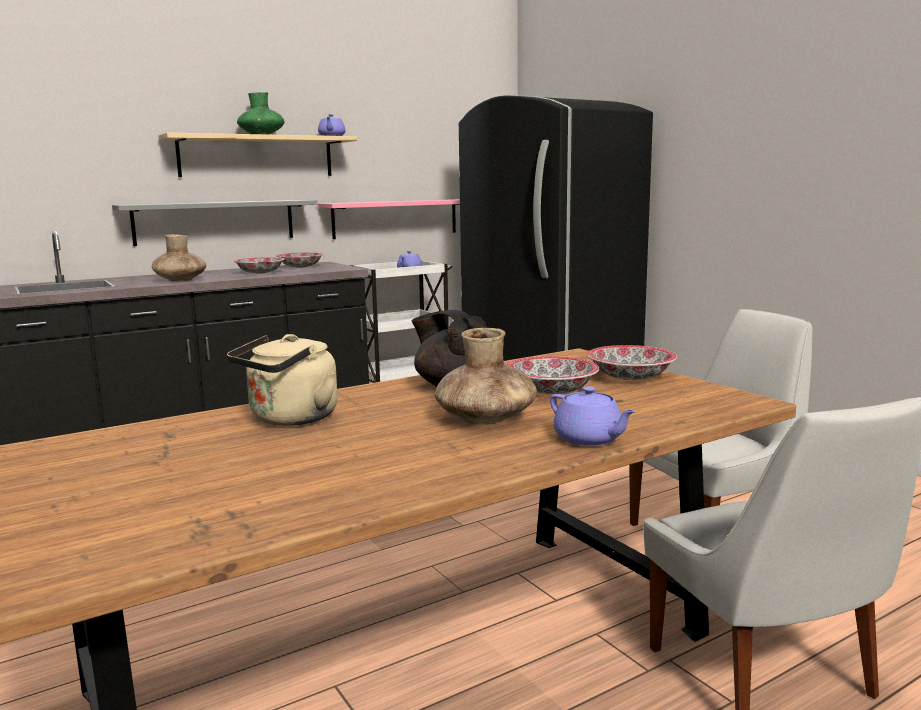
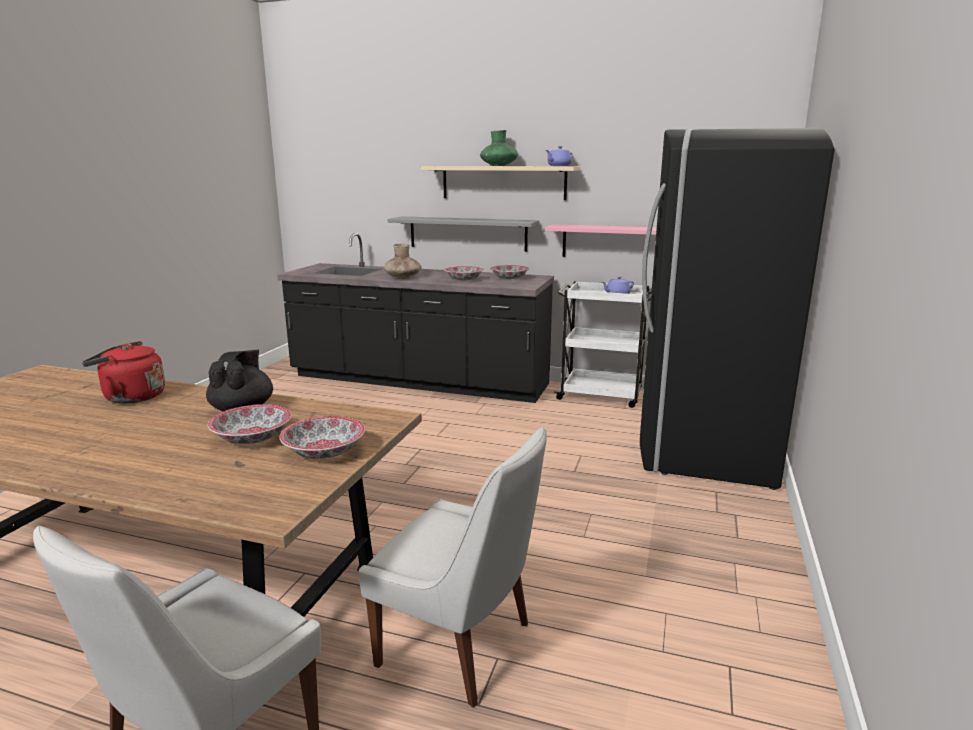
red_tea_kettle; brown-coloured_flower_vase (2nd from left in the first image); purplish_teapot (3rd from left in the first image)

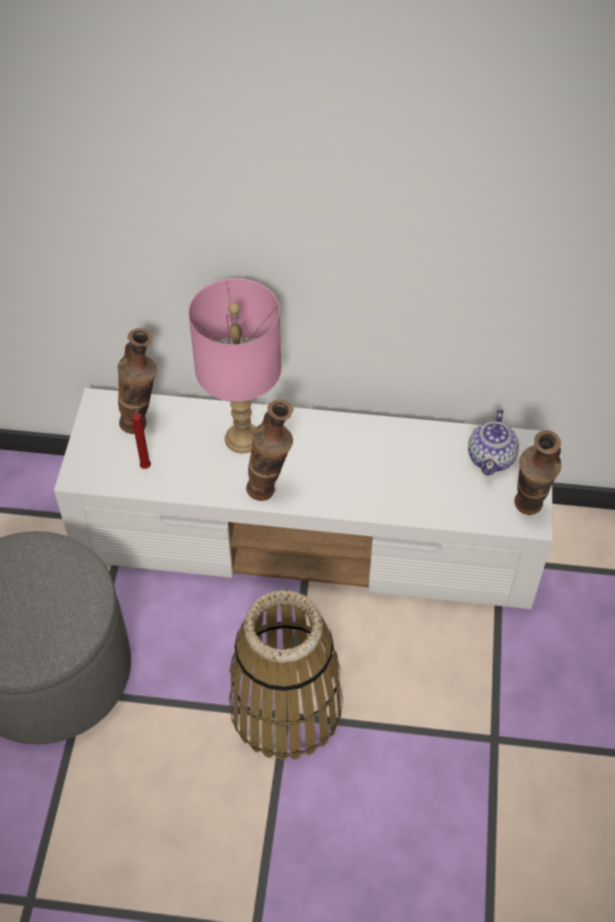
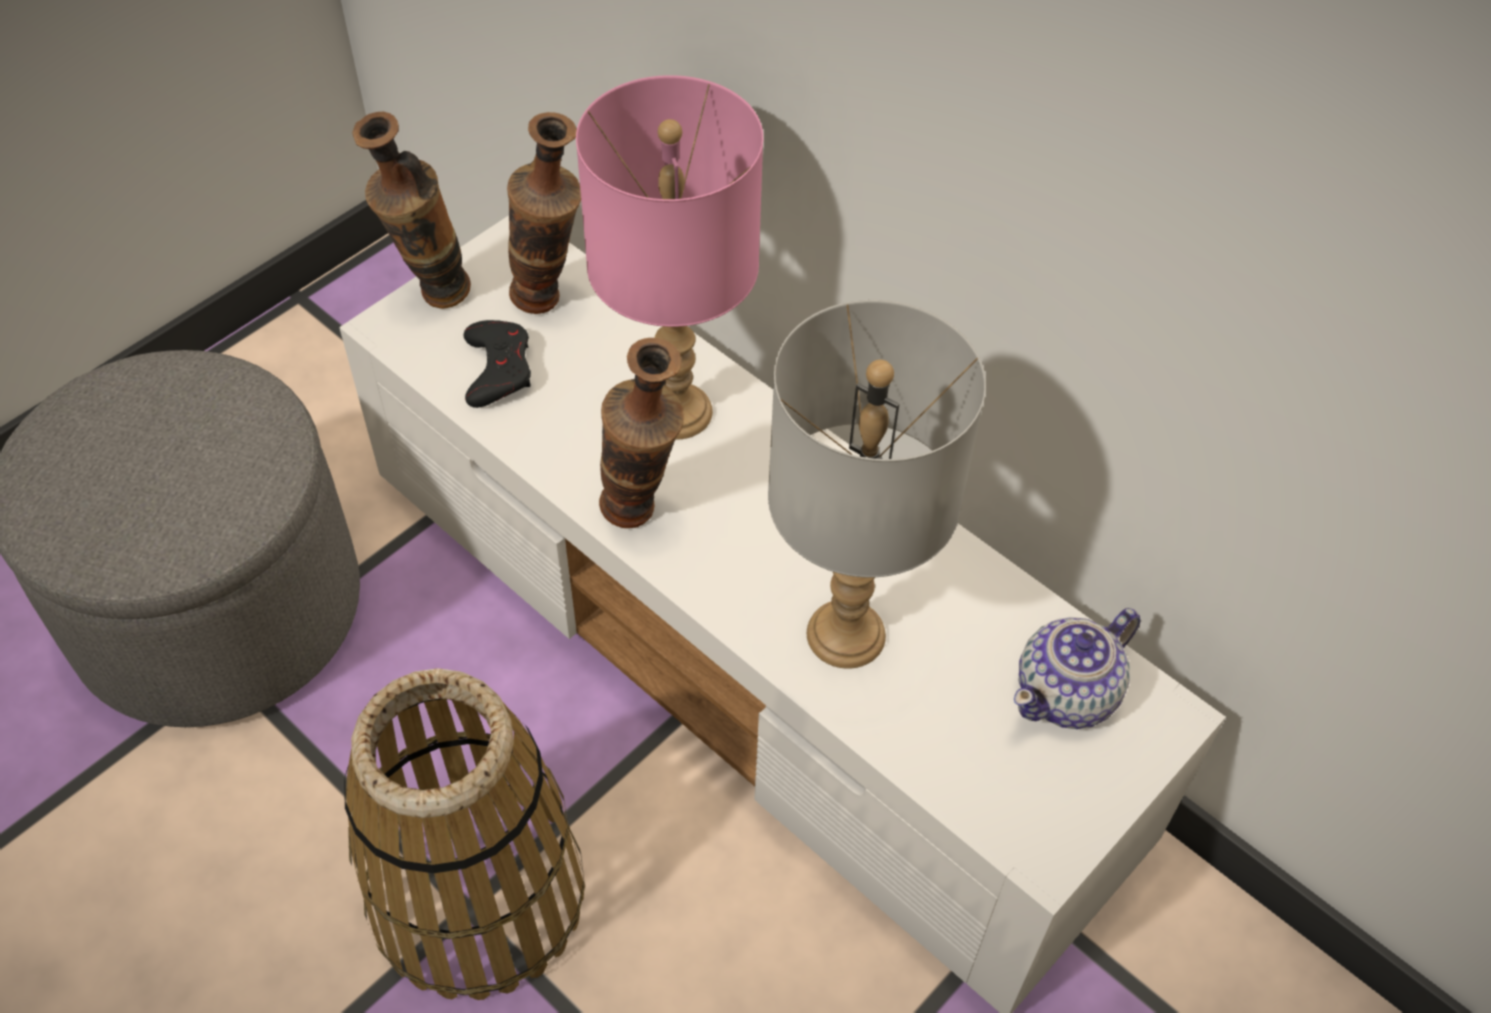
flower_vase (1st from left); blackish_joypad; greyish_table_lamp

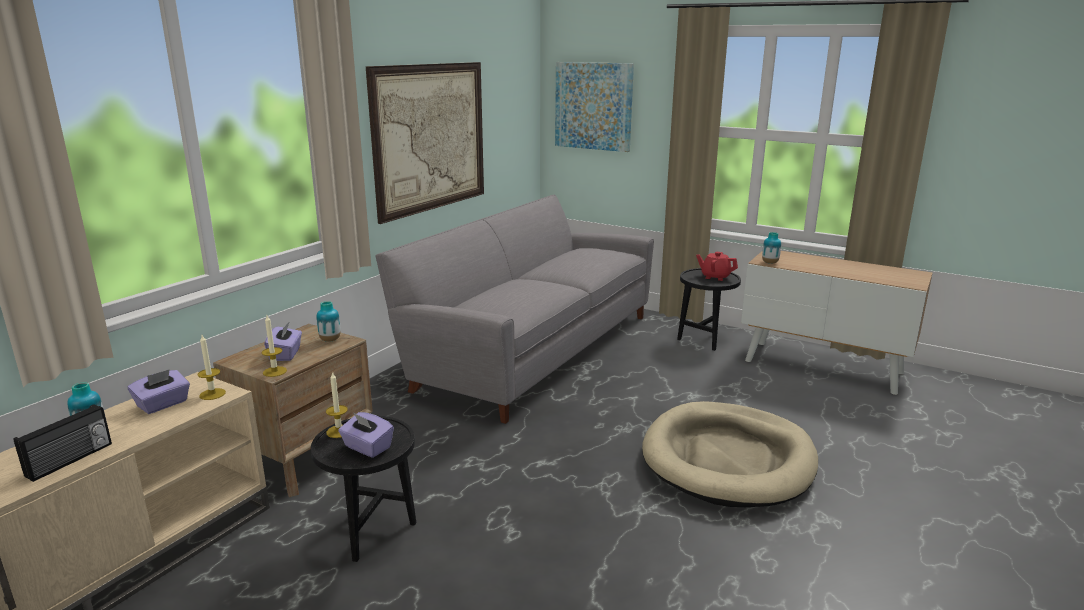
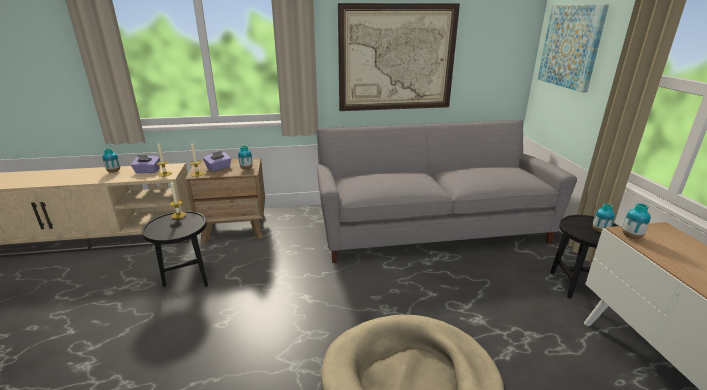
flower_vase (3rd from left); radio; purplish_tissue_holder (3rd from left in the first image)

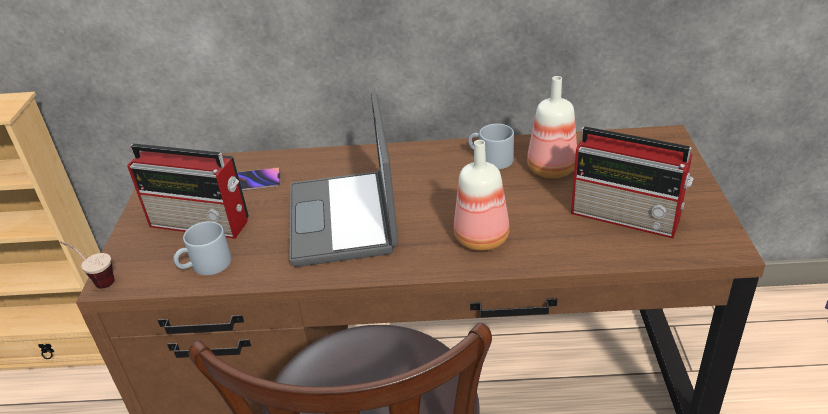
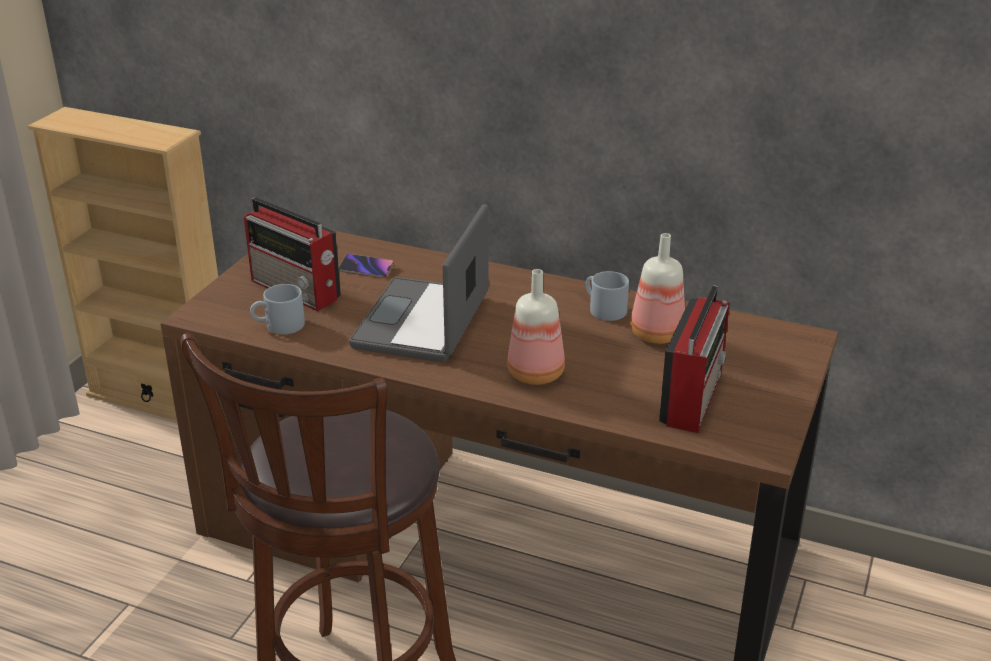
radio (2nd from left); cup

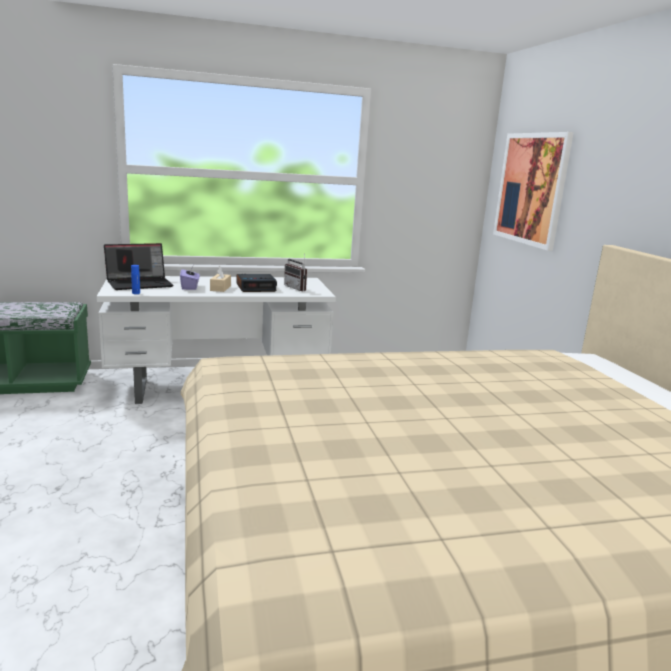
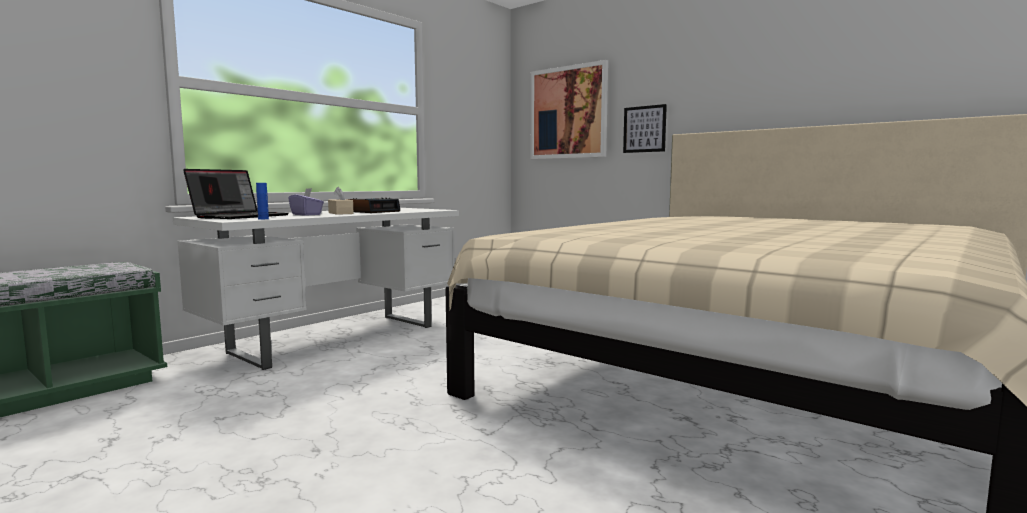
picture (2nd from left); radio

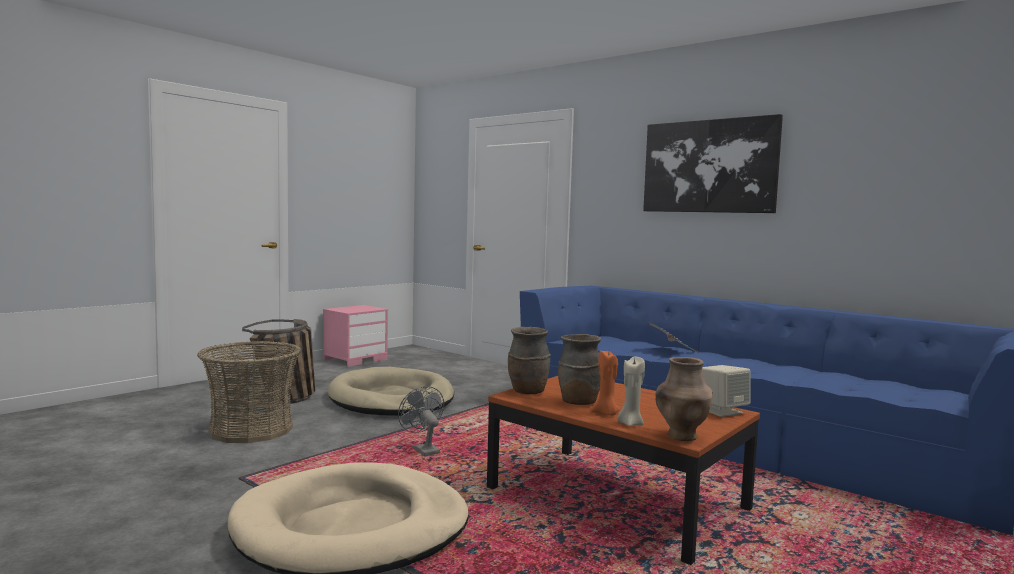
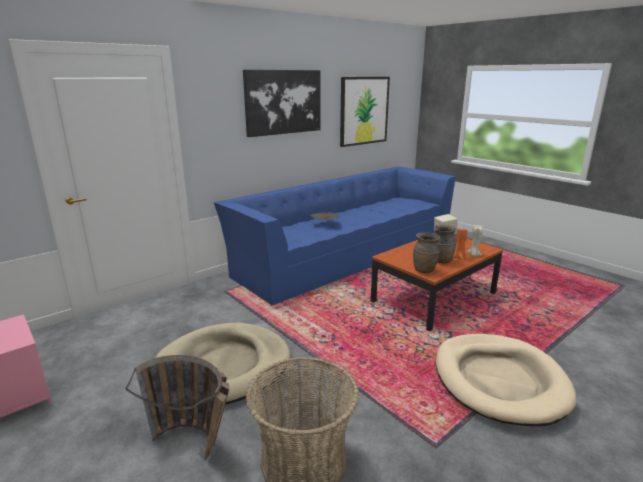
picture (2nd from left); greyish_cooling_fan; brown-coloured_flower_vase (3rd from left in the first image)

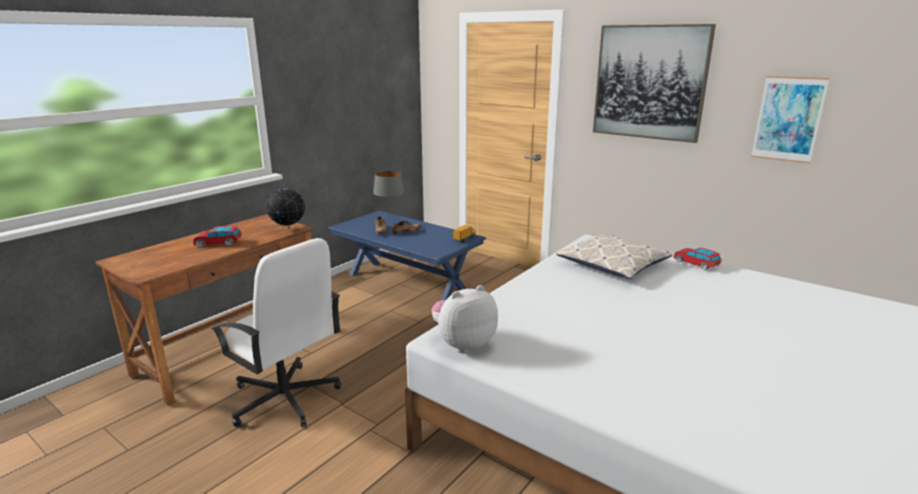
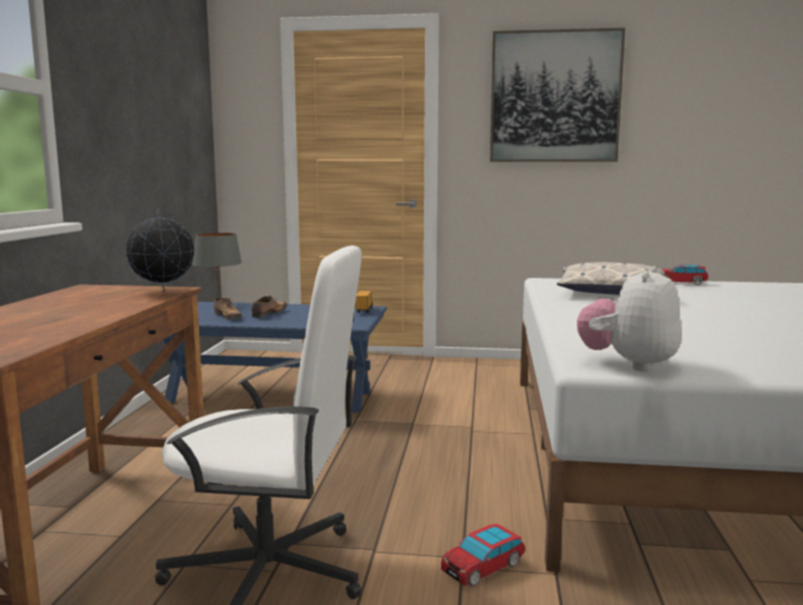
toy_car (1st from left); picture (2nd from left in the first image)

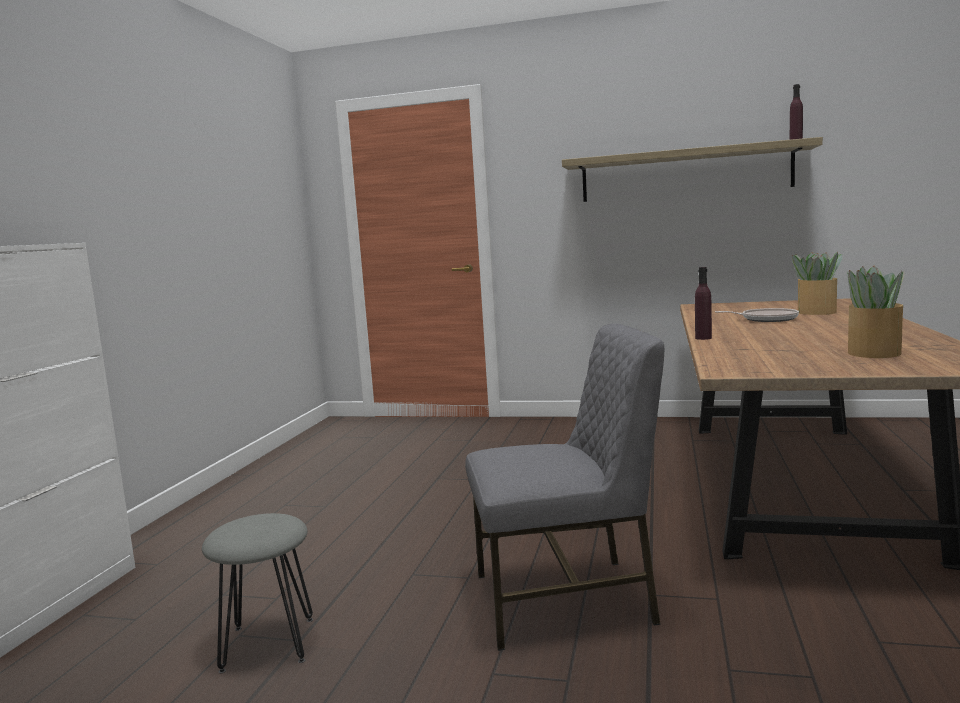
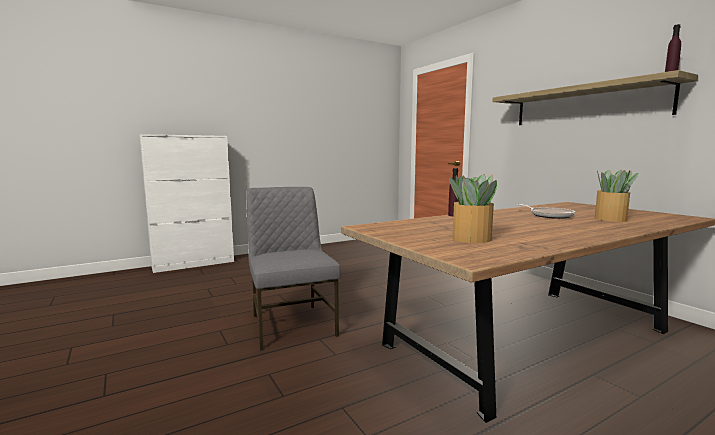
greyish_chair; greyish_stool_seat

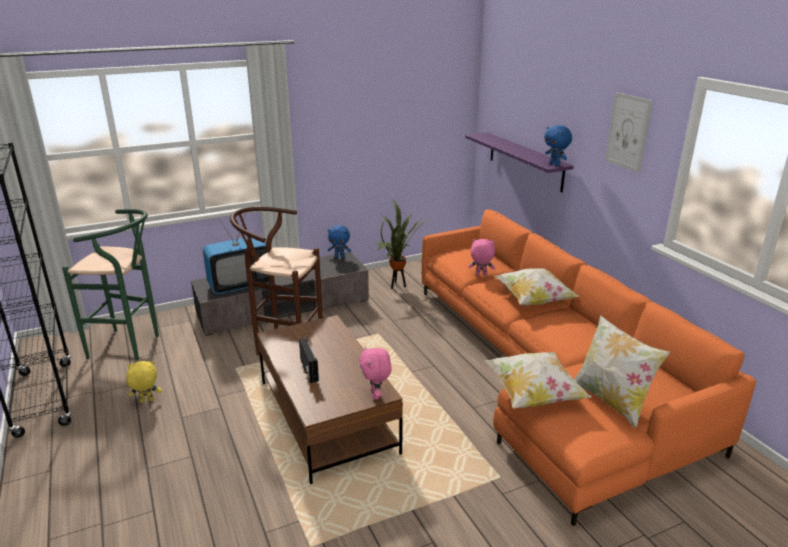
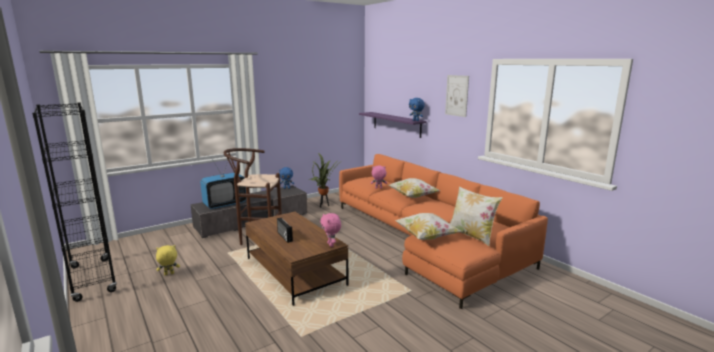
greenish_stool_seat

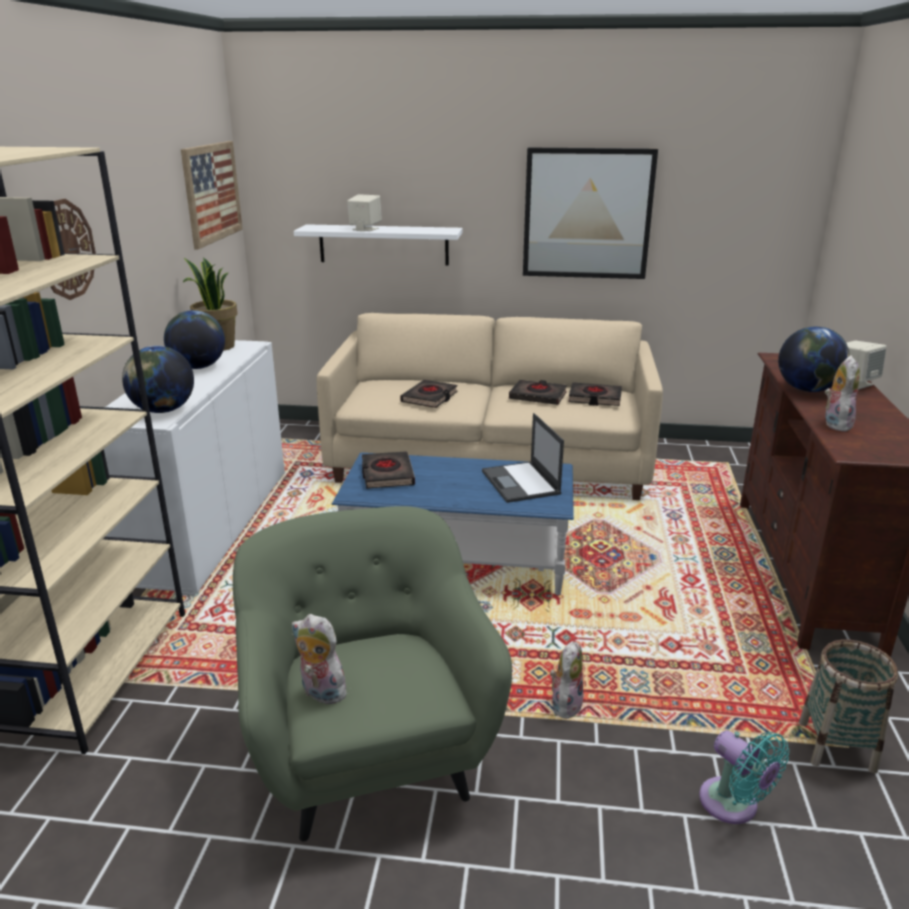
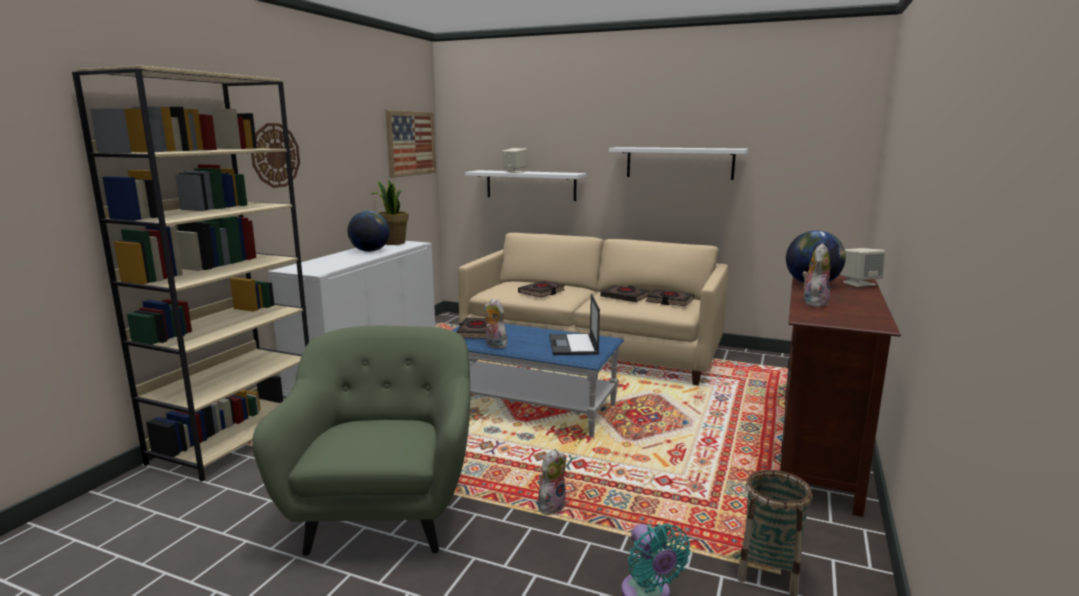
soft_toy (1st from left); white-coloured_bracket_shelf (2nd from left); world_globe (1st from left in the first image)

